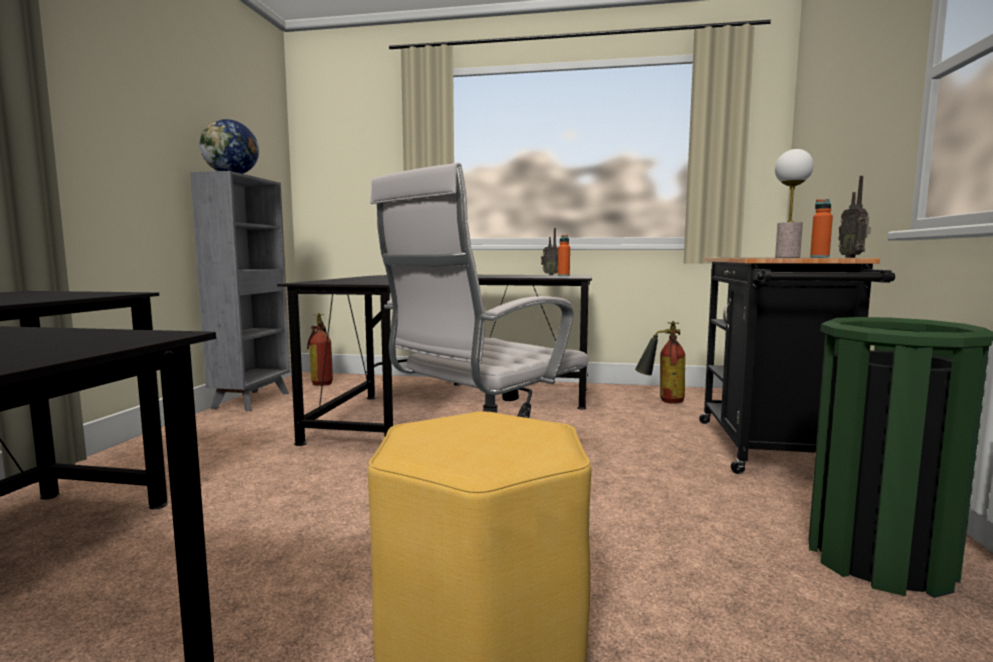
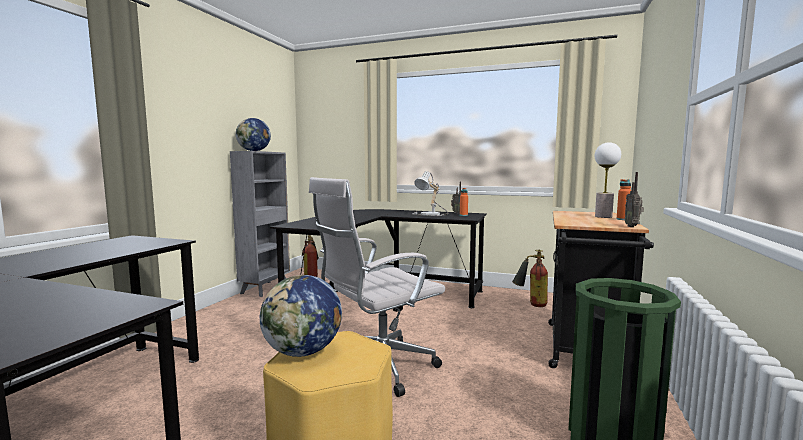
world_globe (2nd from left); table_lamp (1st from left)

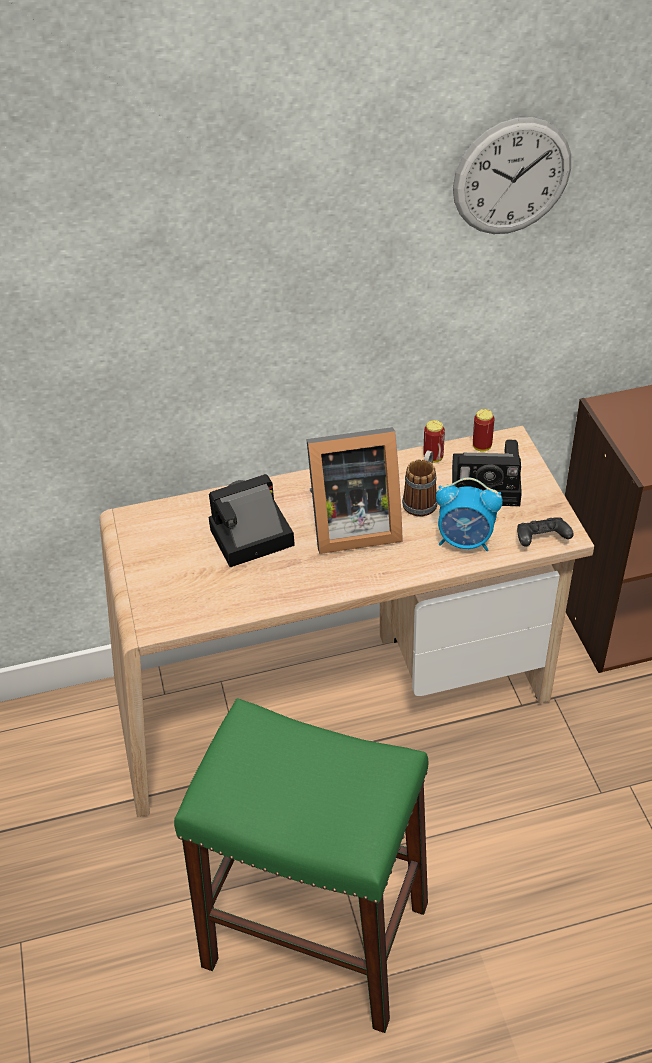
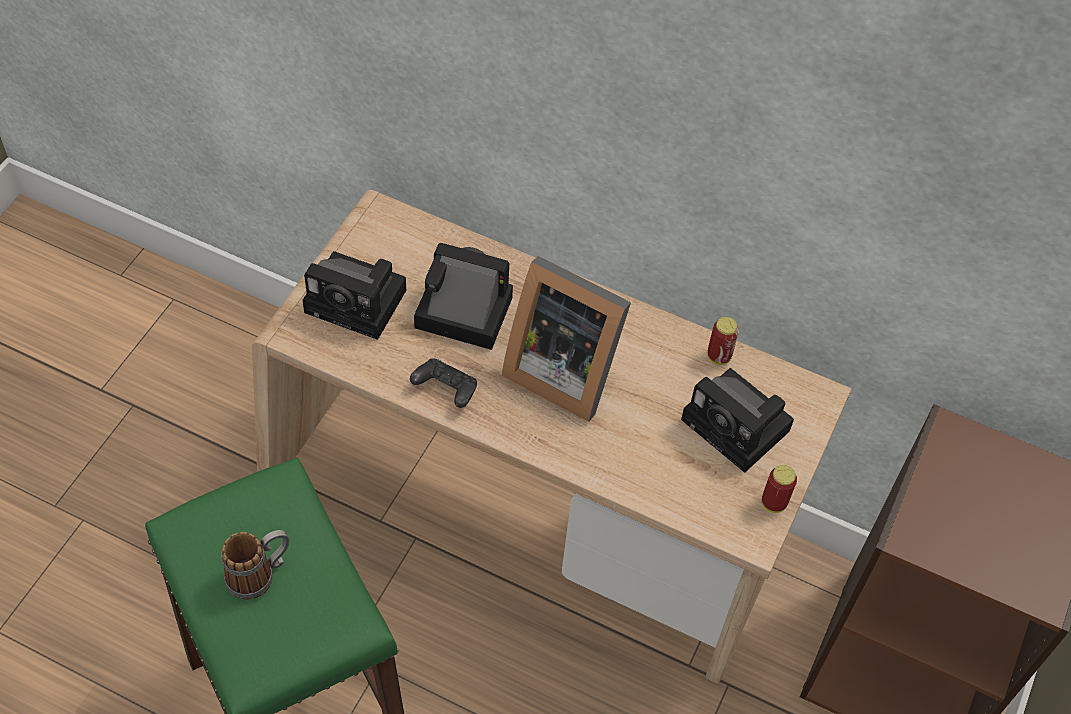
tea_mug; still_camera (1st from left); blackish_joypad; can (2nd from left); alarm_clock; hanging_clock

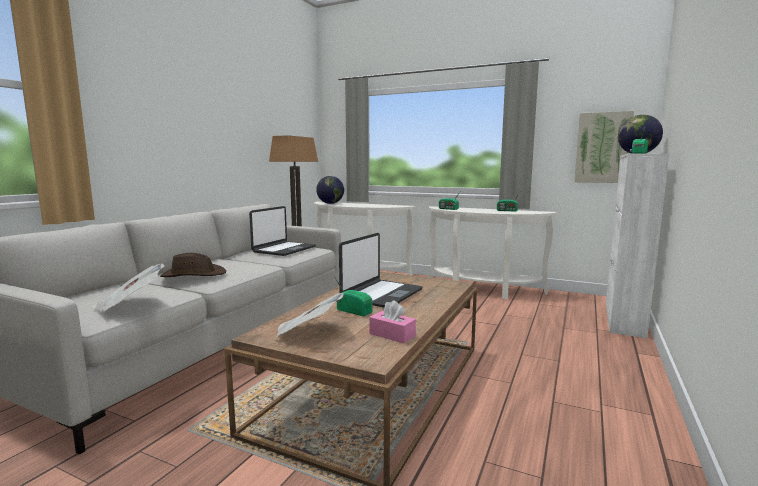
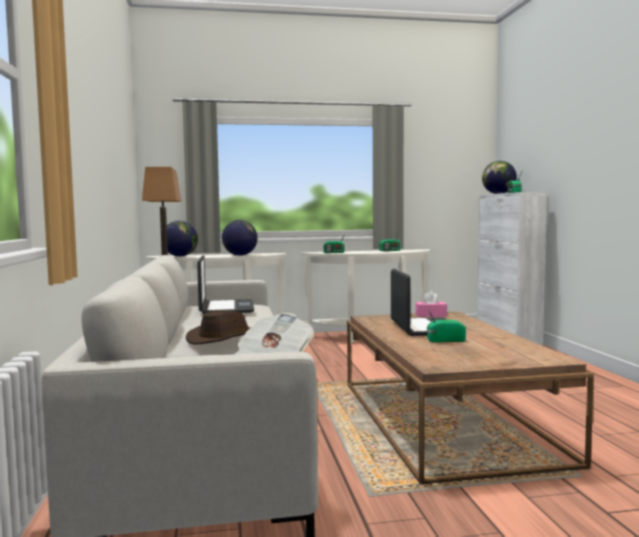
world_globe (2nd from left); pink_tissue_holder; daily_paper (2nd from left in the first image); picture

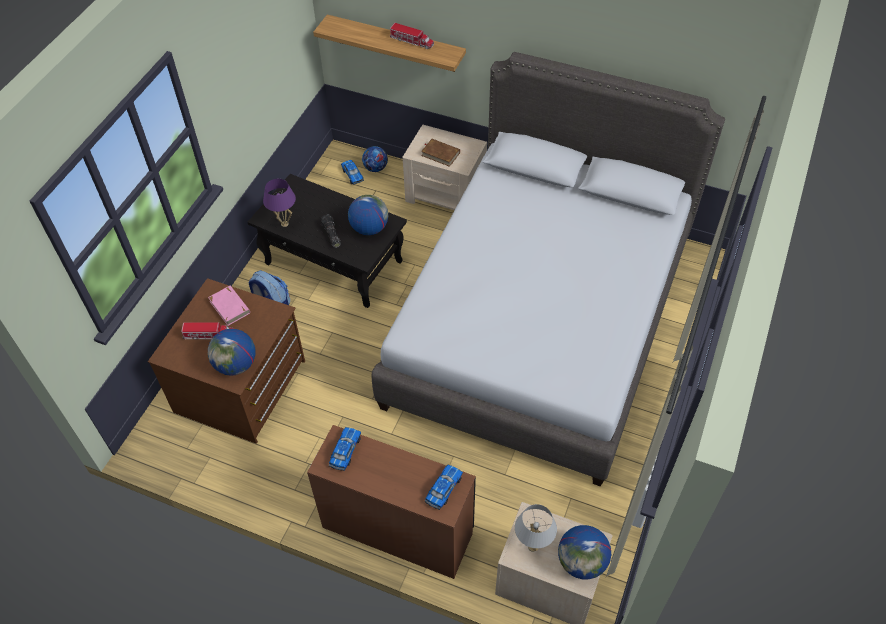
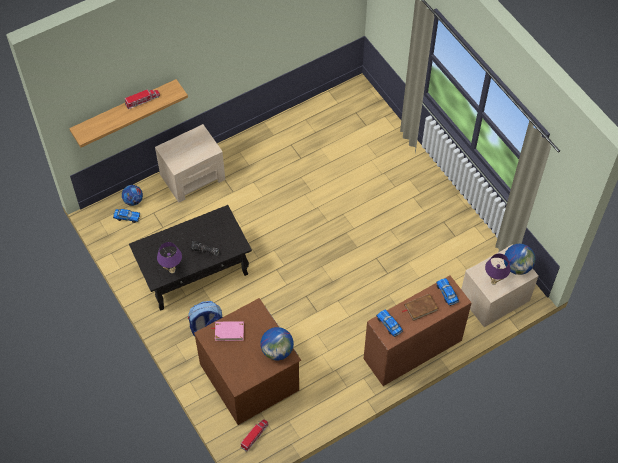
toy_lorry (2nd from left); brown-coloured_book; purplish_table_lamp (2nd from left); world_globe (2nd from left in the first image); greyish_sleeping_bed

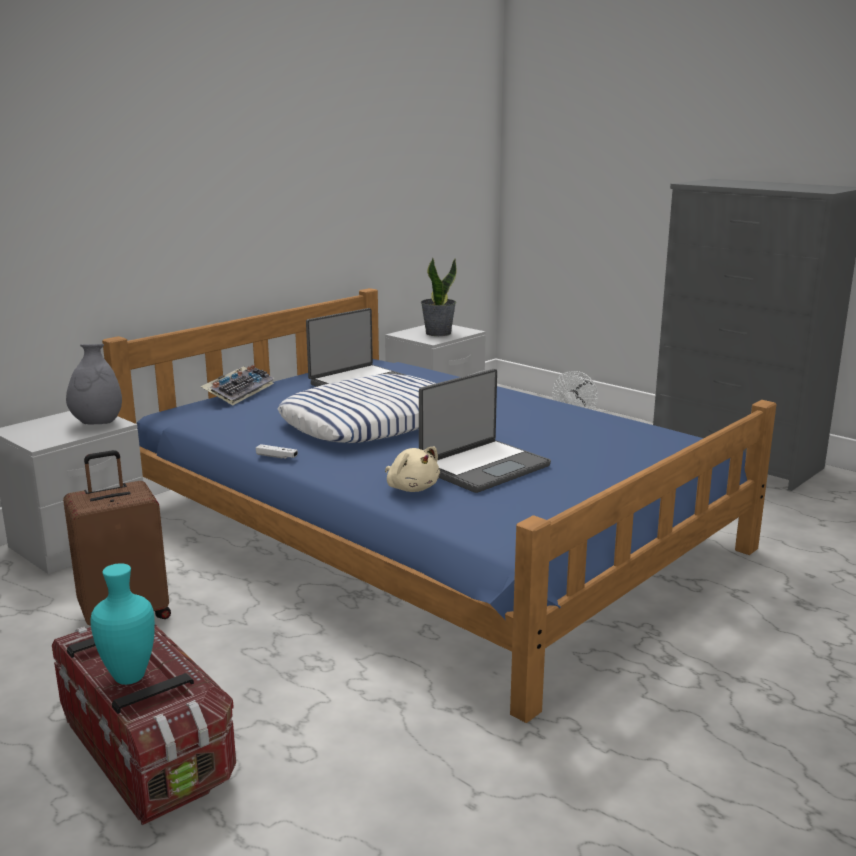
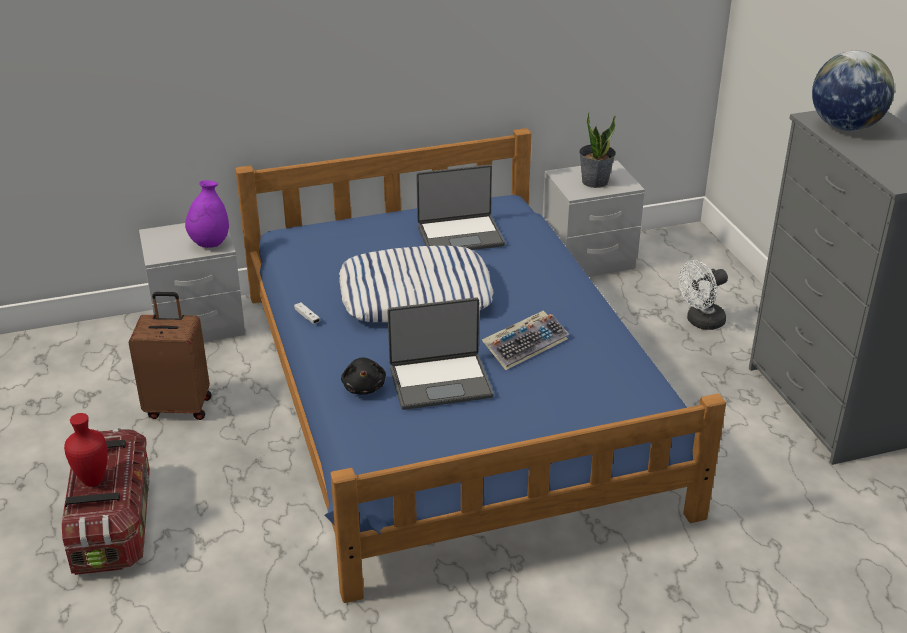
red_flower_vase; purplish_flower_vase; blackish_soft_toy; PC_keyboard; world_globe

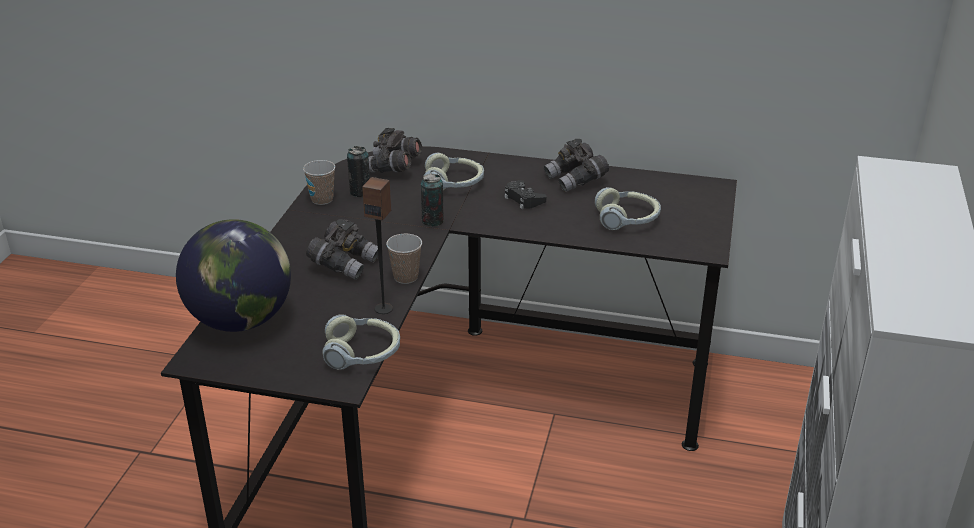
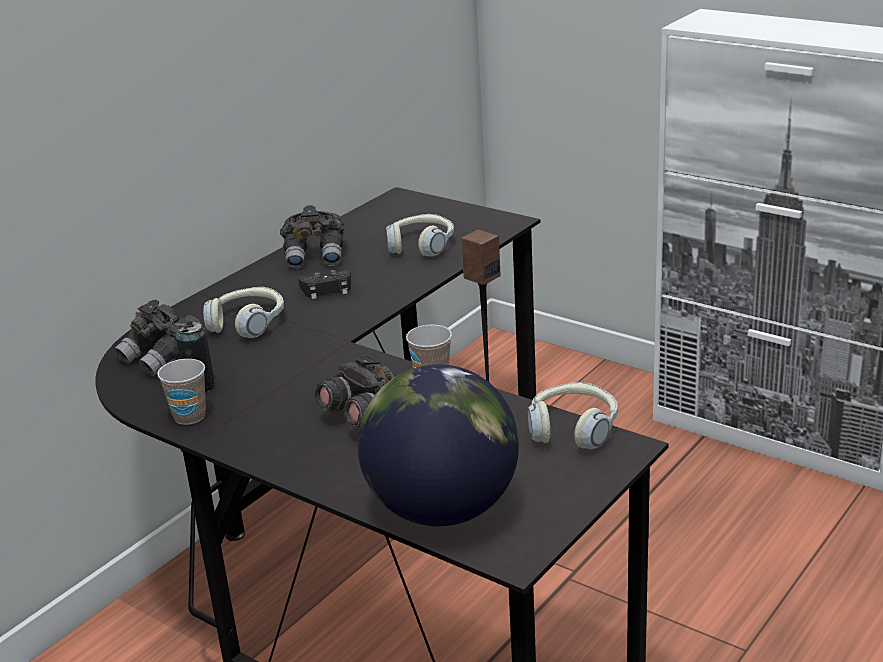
can (2nd from left in the first image)

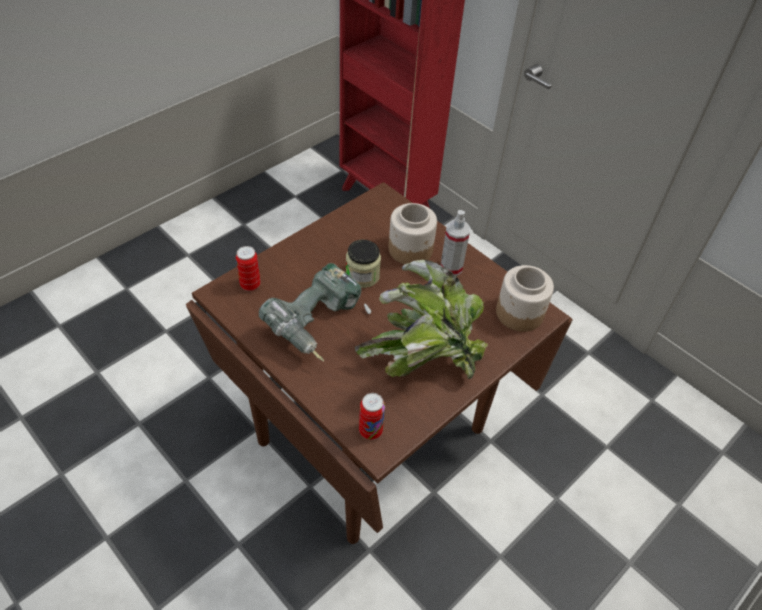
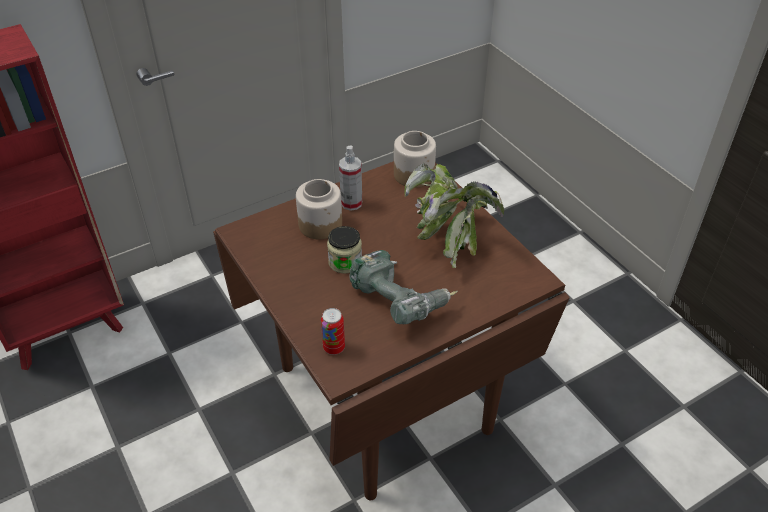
can (2nd from left in the first image)

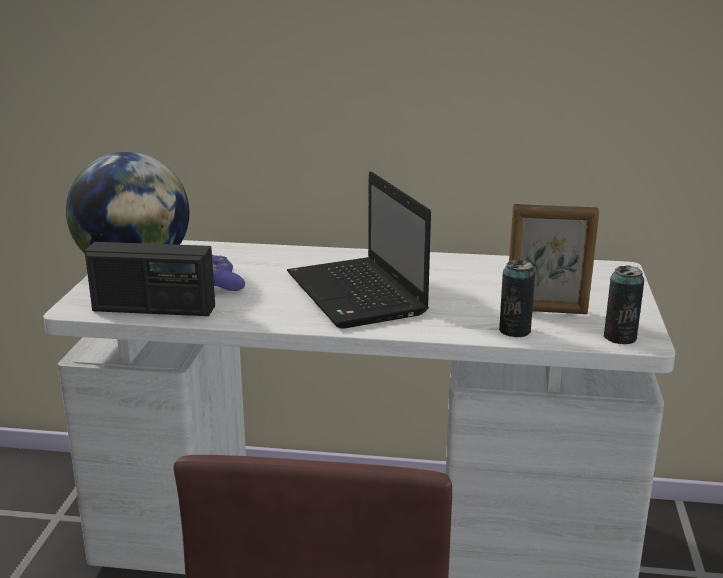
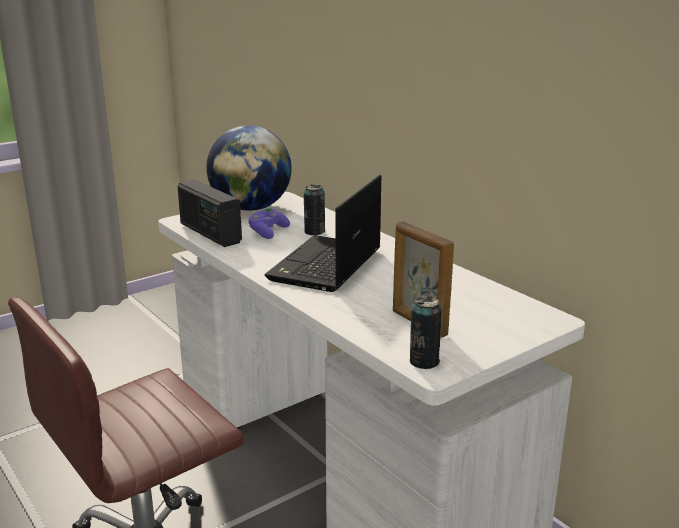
can (1st from left)

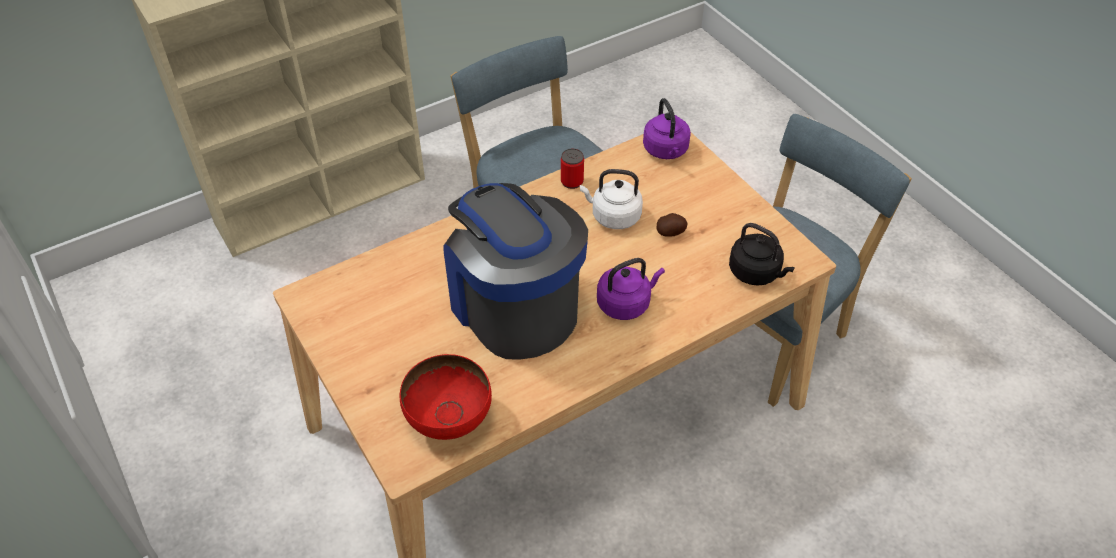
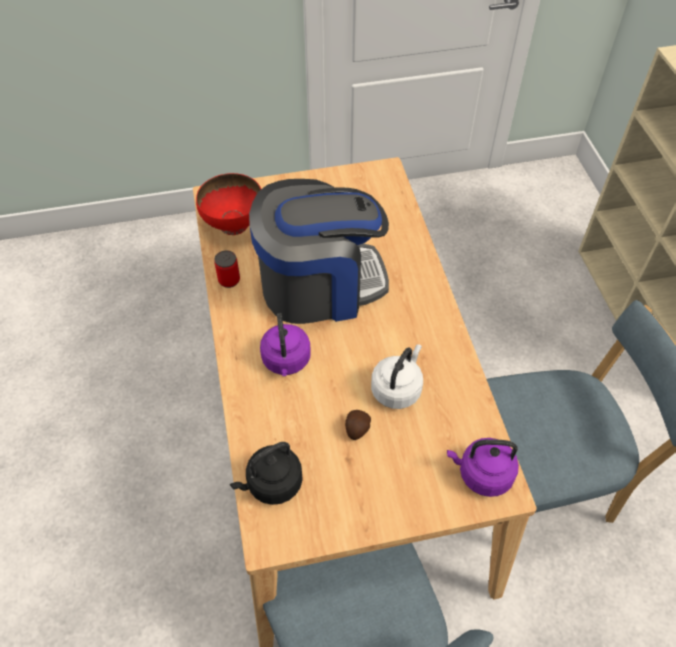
can

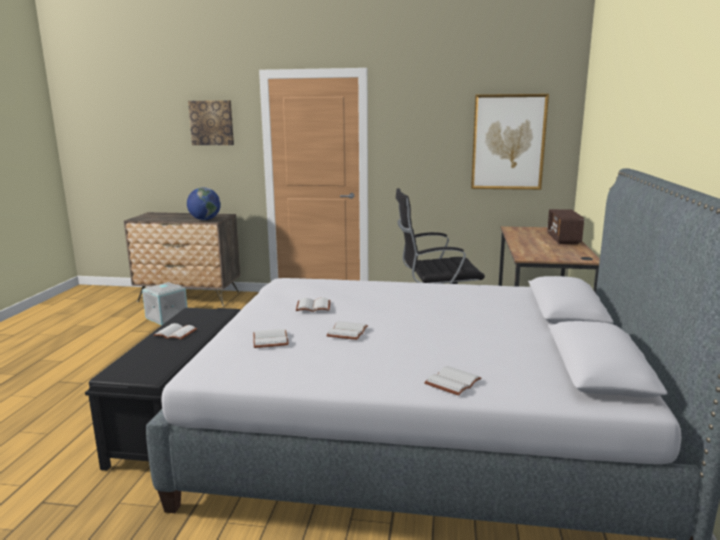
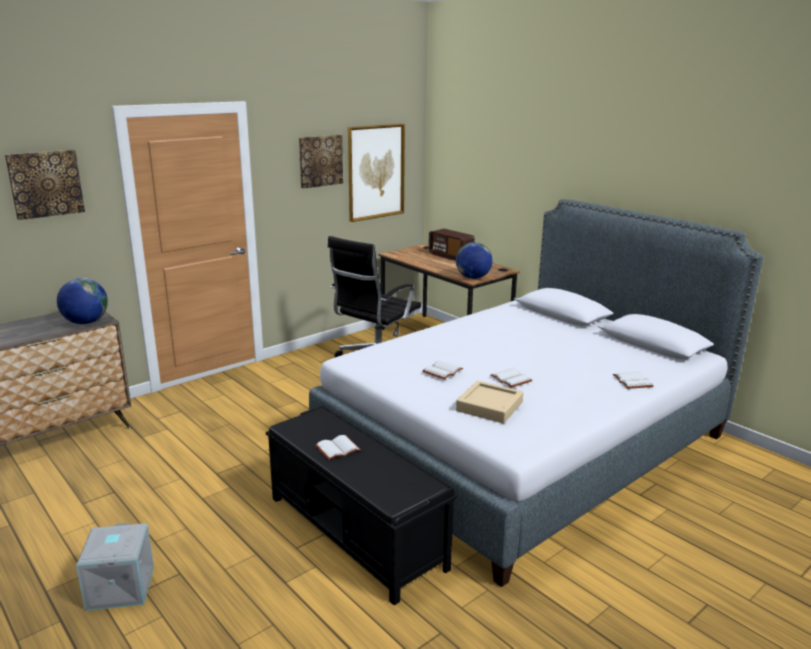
greyish_storage_box; picture (2nd from left); world_globe (2nd from left); beige-coloured_serving_tray

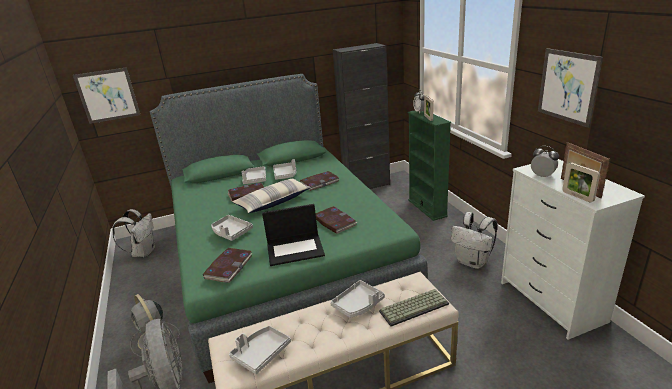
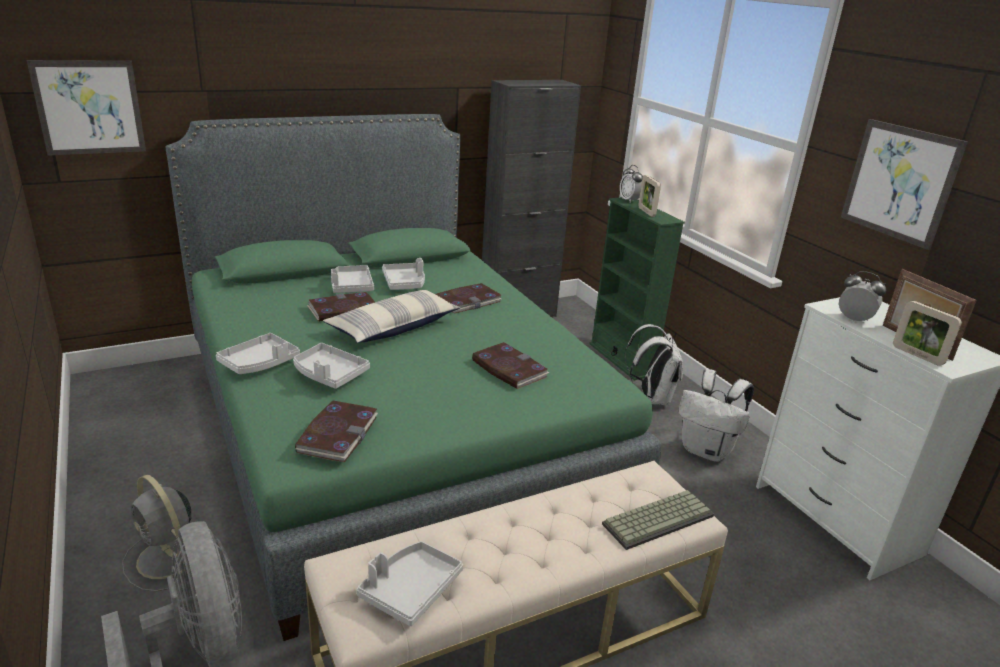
greyish_serving_tray (1st from left); white-coloured_rucksack (1st from left); notebook_computer

